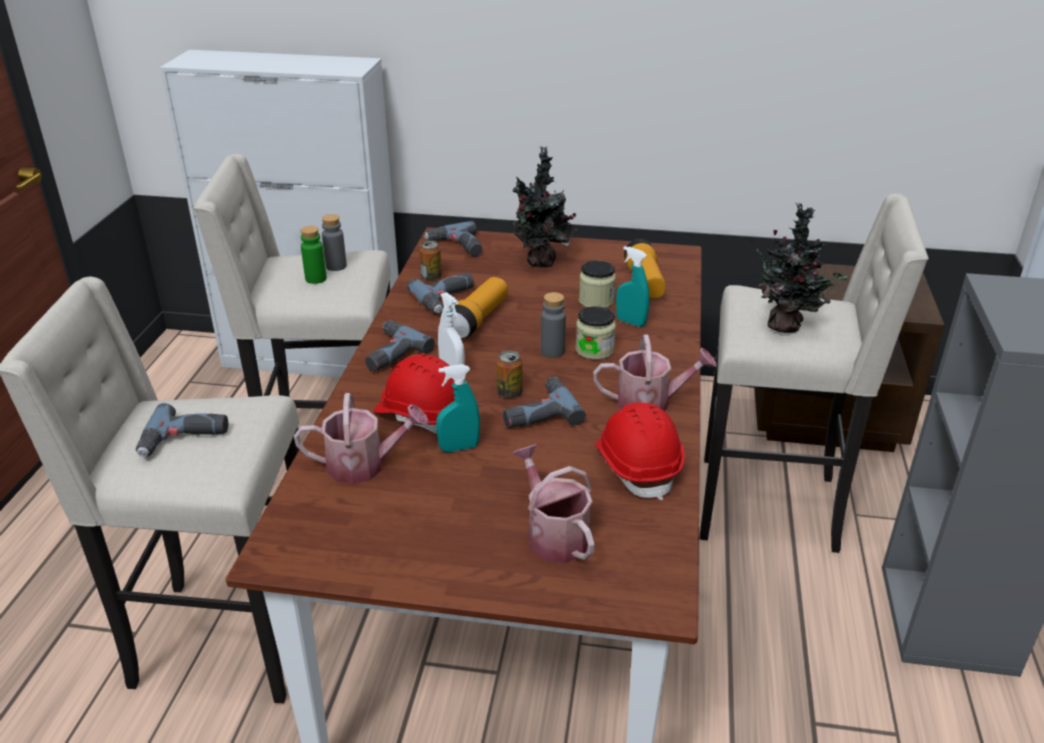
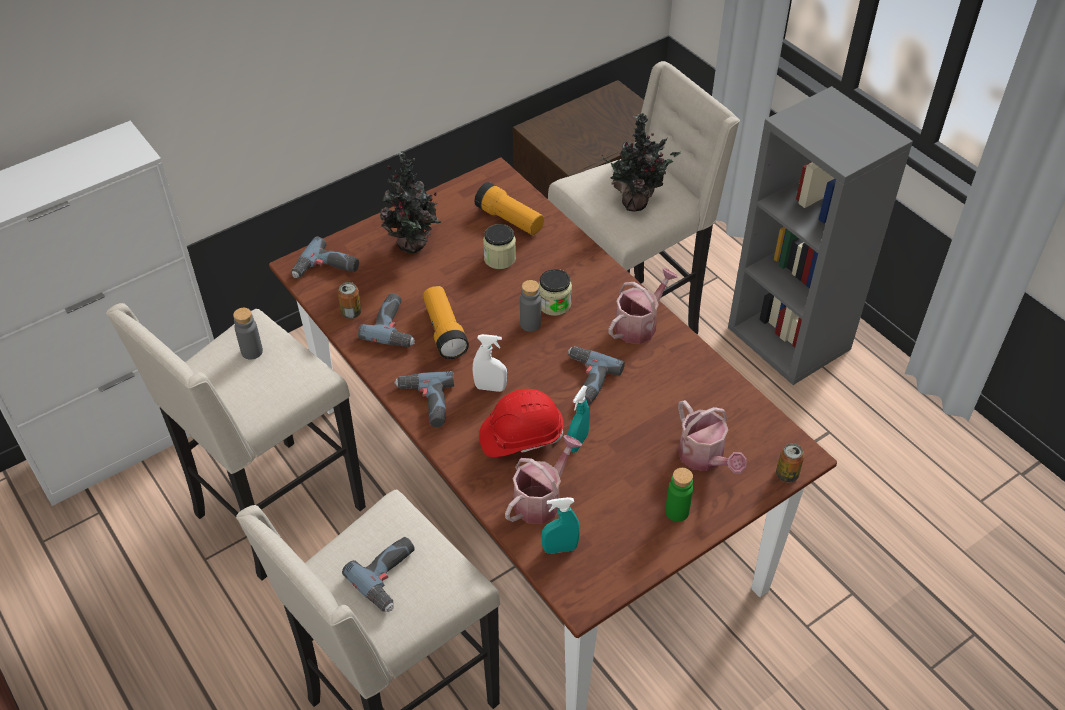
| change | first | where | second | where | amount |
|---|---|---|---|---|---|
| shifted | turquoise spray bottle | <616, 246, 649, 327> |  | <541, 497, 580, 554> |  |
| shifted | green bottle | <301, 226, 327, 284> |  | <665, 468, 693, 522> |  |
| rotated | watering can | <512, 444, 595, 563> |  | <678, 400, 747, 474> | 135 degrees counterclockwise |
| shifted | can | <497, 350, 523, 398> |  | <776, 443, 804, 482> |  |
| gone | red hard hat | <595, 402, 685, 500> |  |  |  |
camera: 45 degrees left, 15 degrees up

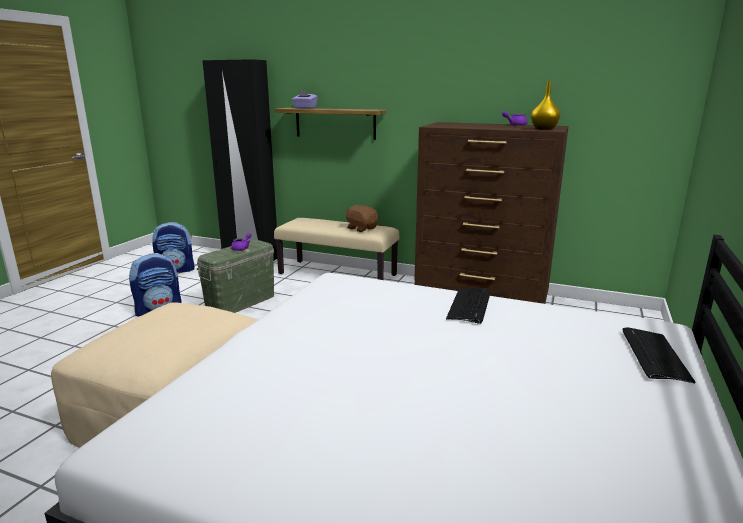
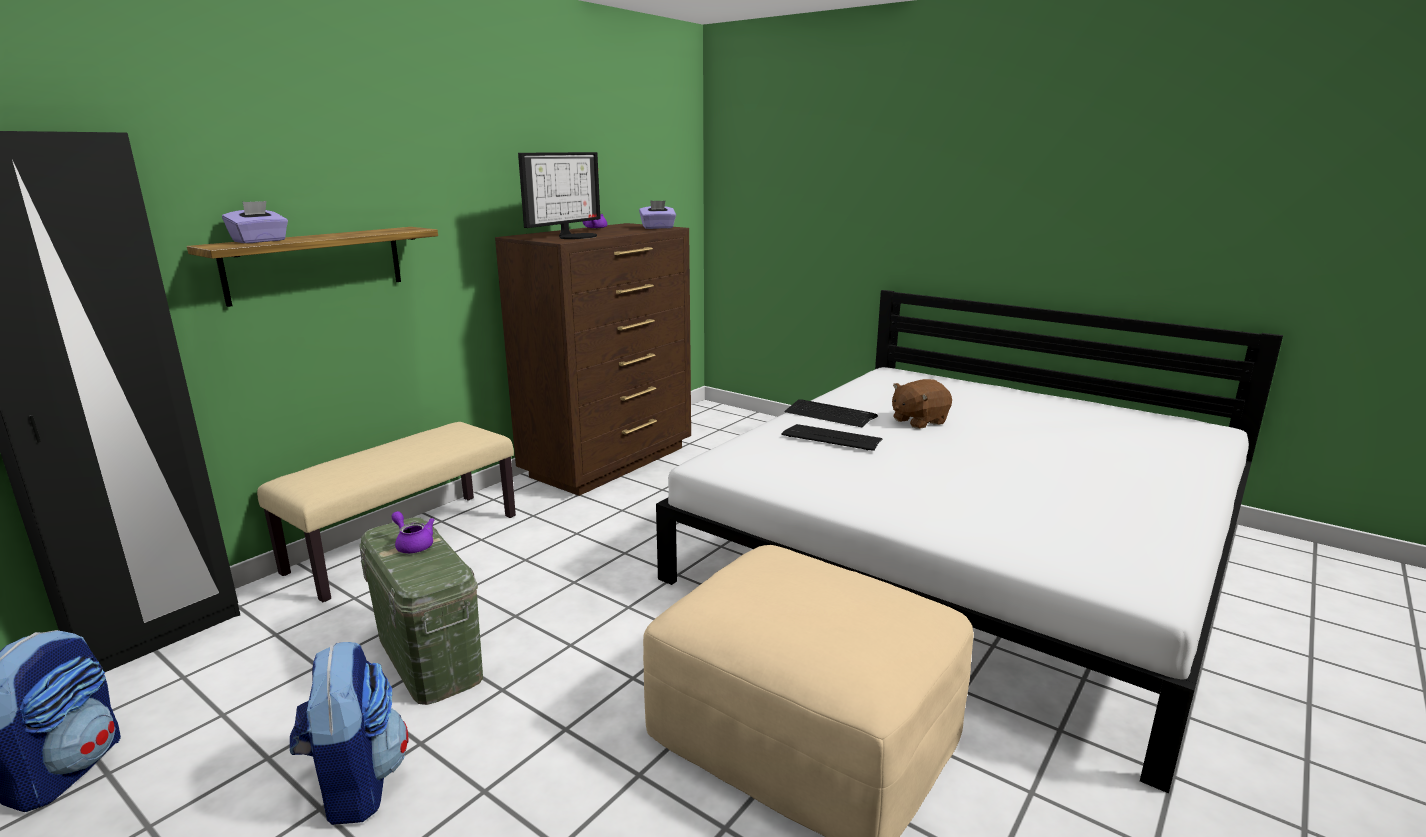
| change | first | where | second | where | amount |
|---|---|---|---|---|---|
| new |  |  | monitor | <518, 152, 600, 239> |  |
| swapped | yellow vase | <531, 82, 561, 130> | purple tissue box | <639, 200, 676, 229> |  |
| shifted | keyboard | <622, 327, 696, 383> |  | <781, 424, 883, 451> |  |
| shifted | brown plush toy | <345, 205, 378, 232> |  | <892, 379, 952, 429> |  |
camera: 75 degrees left, 0 degrees up

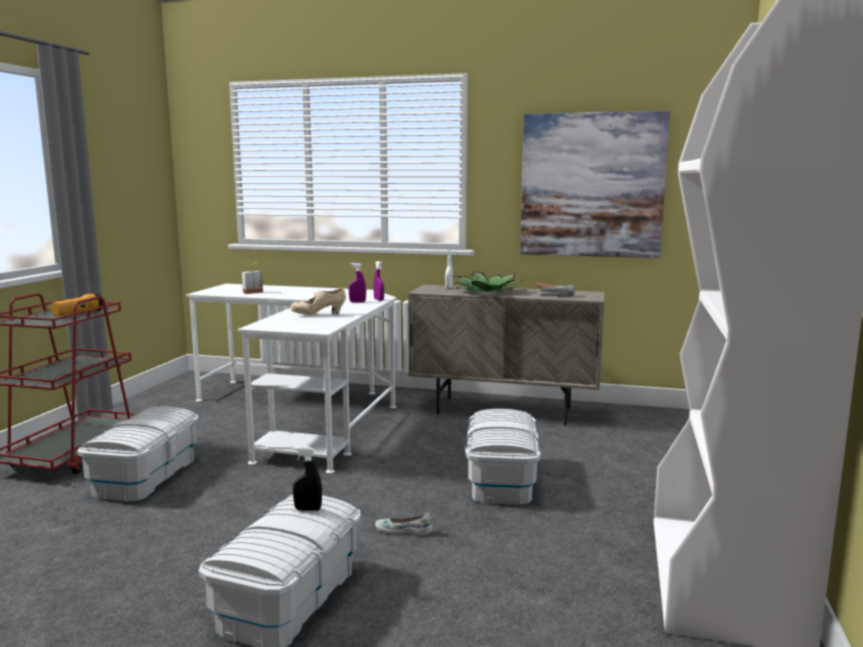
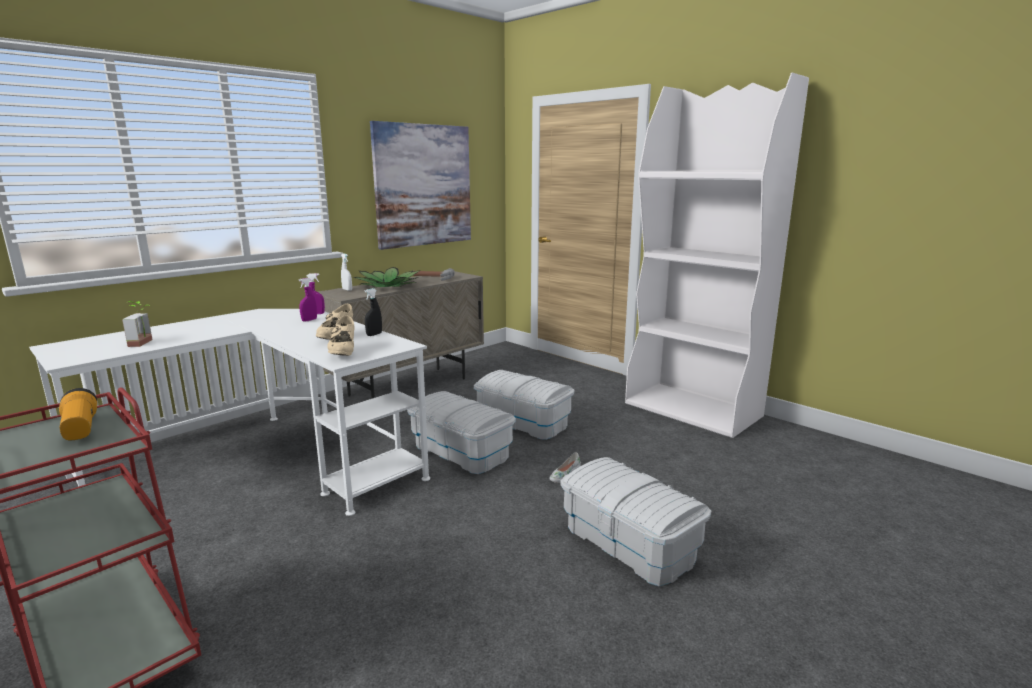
| change | first | where | second | where | amount |
|---|---|---|---|---|---|
| new |  |  | beige shoe | <327, 315, 355, 356> |  |
| shifted | black spray bottle | <293, 447, 322, 511> |  | <365, 288, 382, 336> |  |
| shifted | white storage box | <77, 407, 198, 502> |  | <407, 391, 516, 474> |  |
camera: 60 degrees left, 5 degrees up

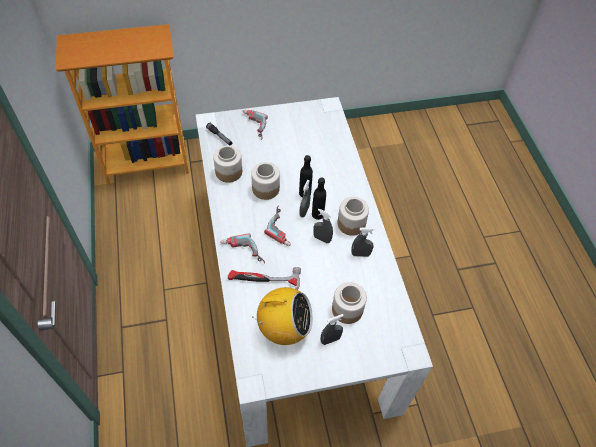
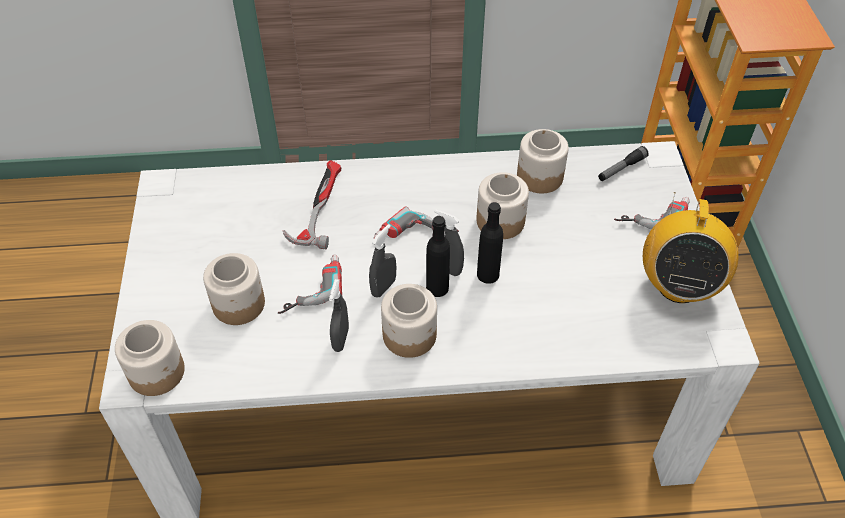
| change | first | where | second | where | amount |
|---|---|---|---|---|---|
| new |  |  | jar | <115, 320, 185, 396> |  |
| shifted | power drill | <220, 234, 265, 264> |  | <278, 254, 342, 314> |  |
| shifted | radio | <252, 287, 313, 345> |  | <643, 192, 739, 303> |  |
| gone | grey spray bottle | <321, 314, 344, 345> |  |  |  |
camera: 100 degrees right, 5 degrees down

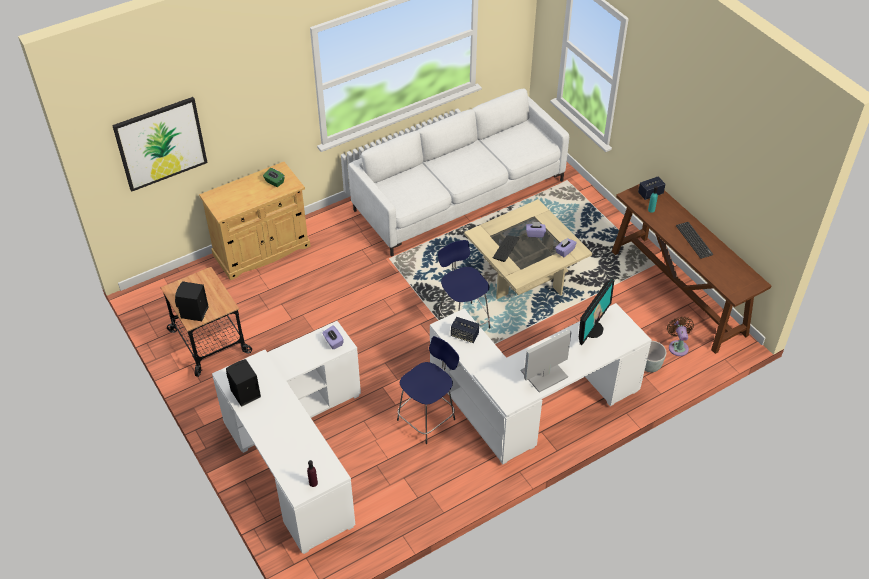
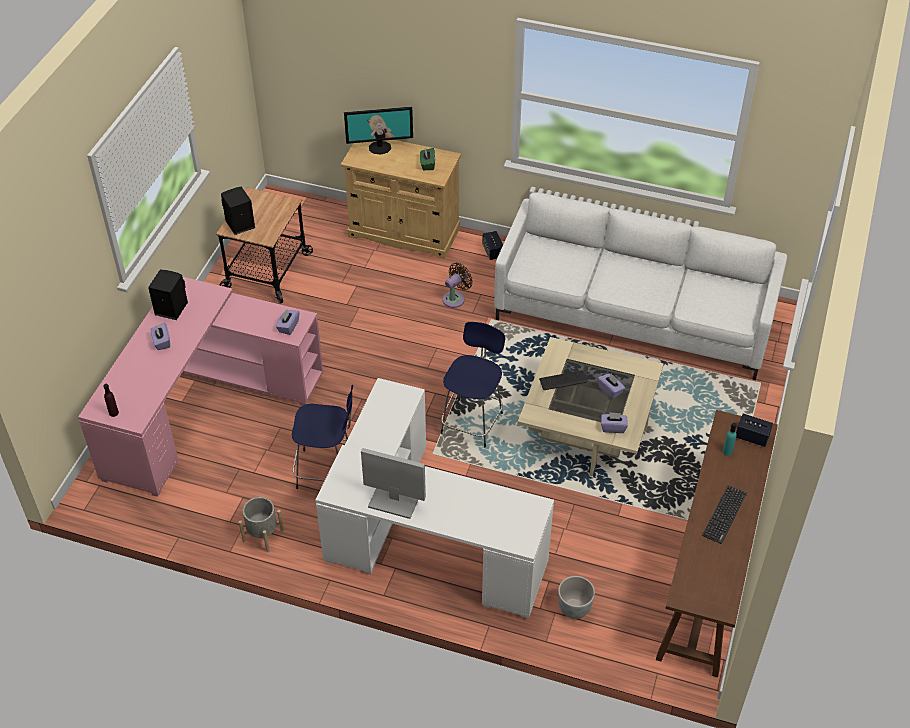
| change | first | where | second | where | amount |
|---|---|---|---|---|---|
| repainted | white desk | <212, 321, 361, 554> | pink desk | <78, 277, 323, 497> |  |
| new |  |  | purple tissue box | <151, 323, 170, 350> |  |
| new |  |  | grey planter | <239, 497, 284, 552> |  |
| shifted | monitor | <579, 278, 615, 345> |  | <344, 107, 413, 155> |  |
| shifted | brown fan | <667, 317, 694, 356> |  | <443, 263, 473, 308> |  |
| shifted | speaker | <451, 317, 479, 343> |  | <482, 231, 503, 260> |  |
| gone | picture | <112, 97, 208, 192> |  |  |  |
camera: 50 degrees right, 0 degrees up

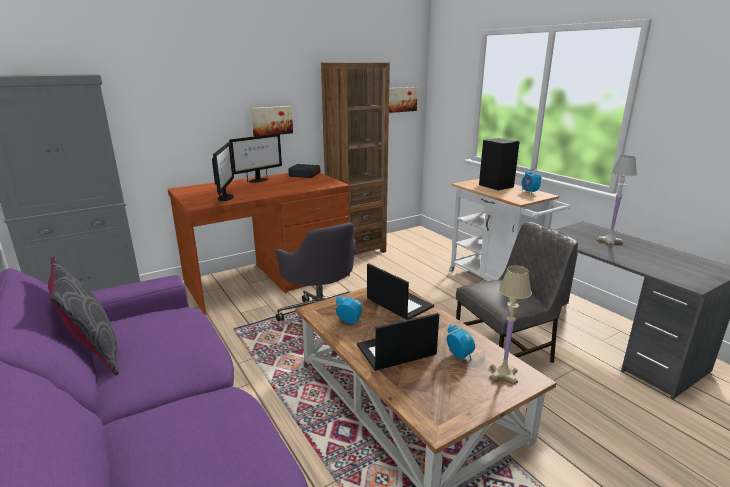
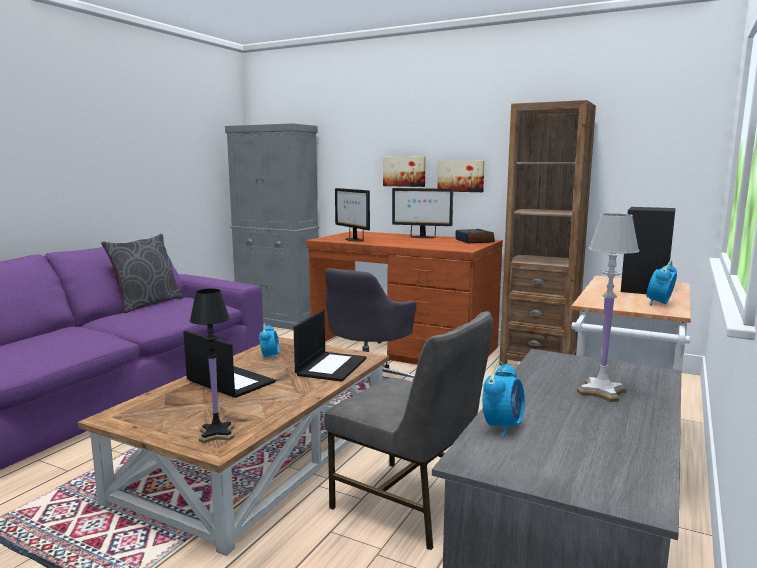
| change | first | where | second | where | amount |
|---|---|---|---|---|---|
| repainted | beige table lamp | <490, 266, 532, 385> | black table lamp | <189, 289, 235, 443> |  |
| rotated | monitor | <212, 142, 234, 202> |  | <335, 188, 370, 241> | 90 degrees clockwise |
| shifted | picture | <389, 87, 418, 113> |  | <383, 156, 426, 187> |  |
| shifted | alarm clock | <447, 324, 475, 361> |  | <482, 360, 525, 437> |  |
camera: 60 degrees right, 10 degrees down

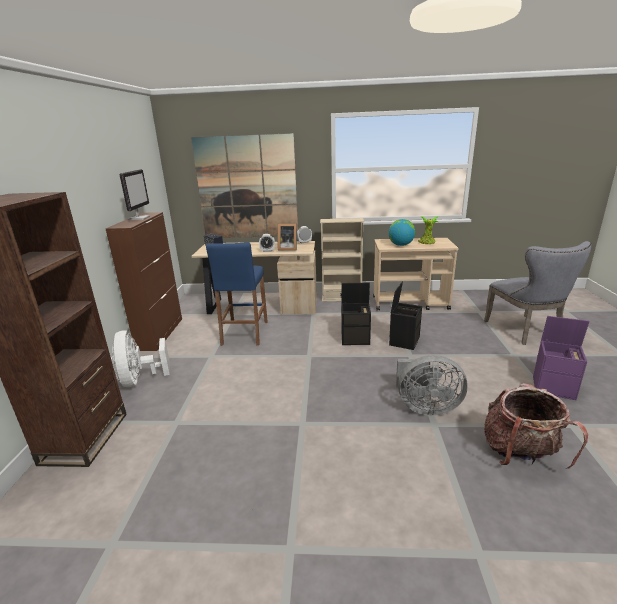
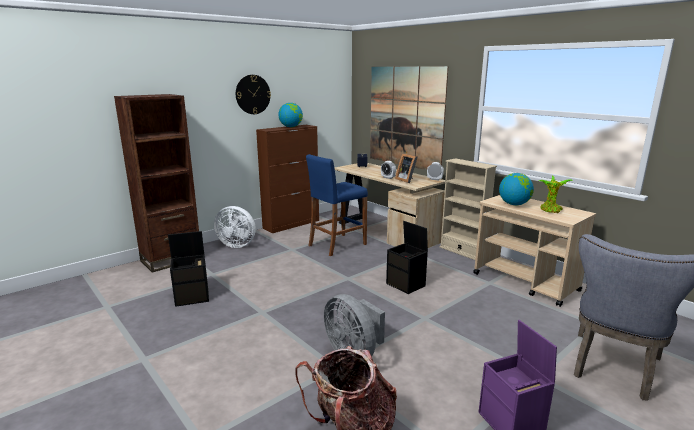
| change | first | where | second | where | amount |
|---|---|---|---|---|---|
| shifted | black storage box | <389, 281, 422, 350> |  | <168, 231, 209, 307> |  |
| rotated | white fan | <112, 330, 170, 387> |  | <214, 206, 256, 248> | 105 degrees counterclockwise |
| new |  |  | wall clock | <236, 75, 271, 114> |  |
| swapped | monitor | <119, 169, 150, 220> | globe | <278, 103, 303, 127> |  |
camera: 45 degrees right, 5 degrees down

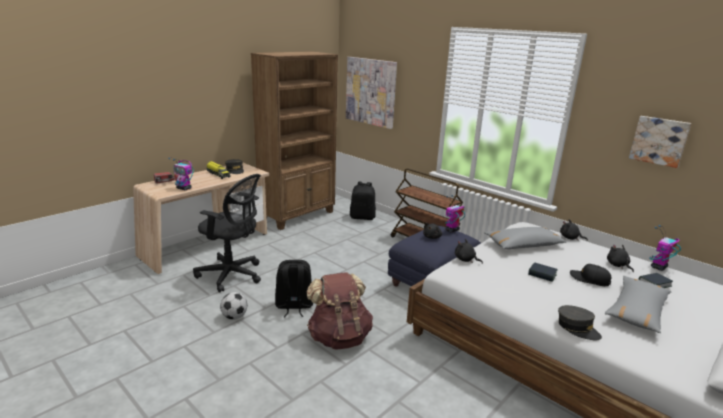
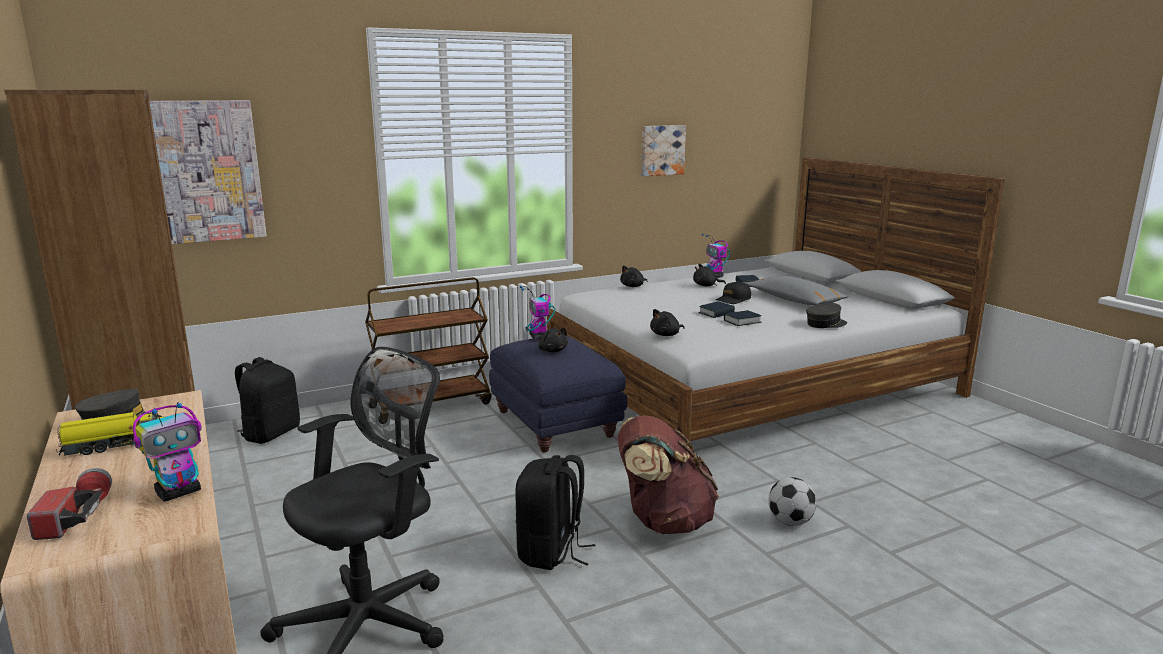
| change | first | where | second | where | amount |
|---|---|---|---|---|---|
| new |  |  | book | <724, 310, 762, 326> |  |
| shifted | football | <220, 292, 247, 320> |  | <768, 477, 816, 526> |  |
| gone | grey pillow | <484, 227, 566, 249> |  |  |  |
camera: 70 degrees left, 5 degrees down

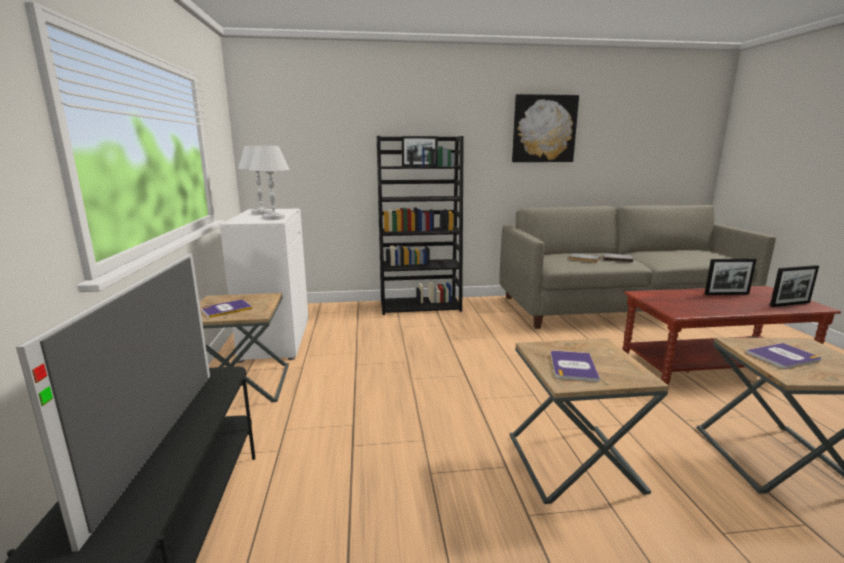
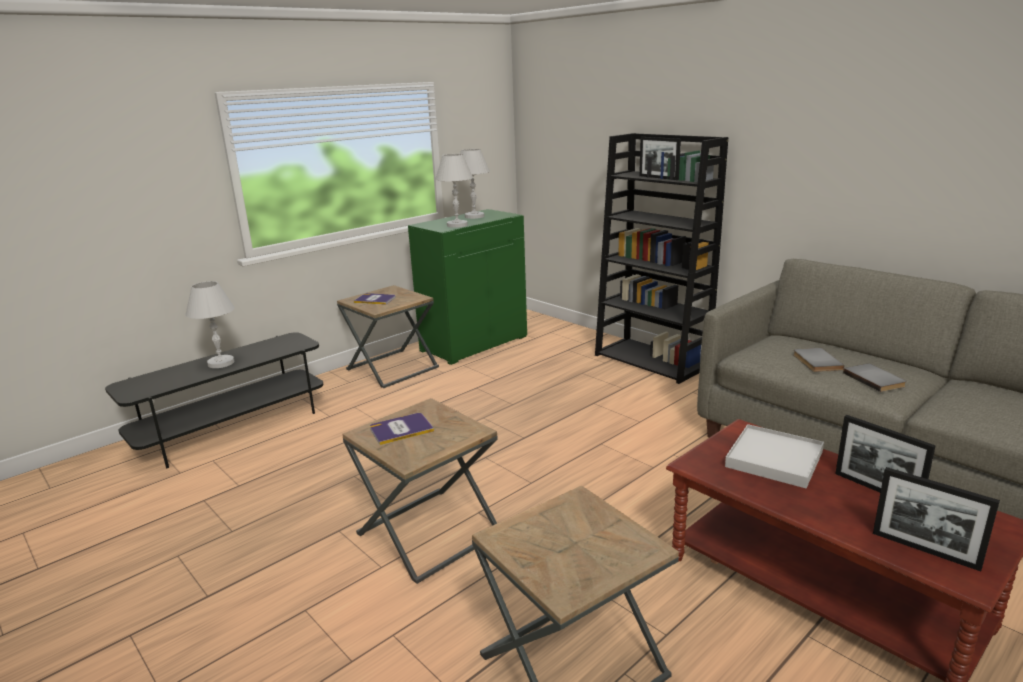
| change | first | where | second | where | amount |
|---|---|---|---|---|---|
| swapped | television | <16, 253, 210, 552> | white table lamp | <186, 281, 234, 368> |  |
| repainted | white cabinet | <220, 209, 309, 363> | green cabinet | <408, 209, 527, 365> |  |
| new |  |  | white tray | <725, 424, 824, 489> |  |
| gone | picture | <512, 94, 579, 162> |  |  |  |
| gone | book | <746, 343, 821, 369> |  |  |  |
camera: 55 degrees right, 5 degrees up

